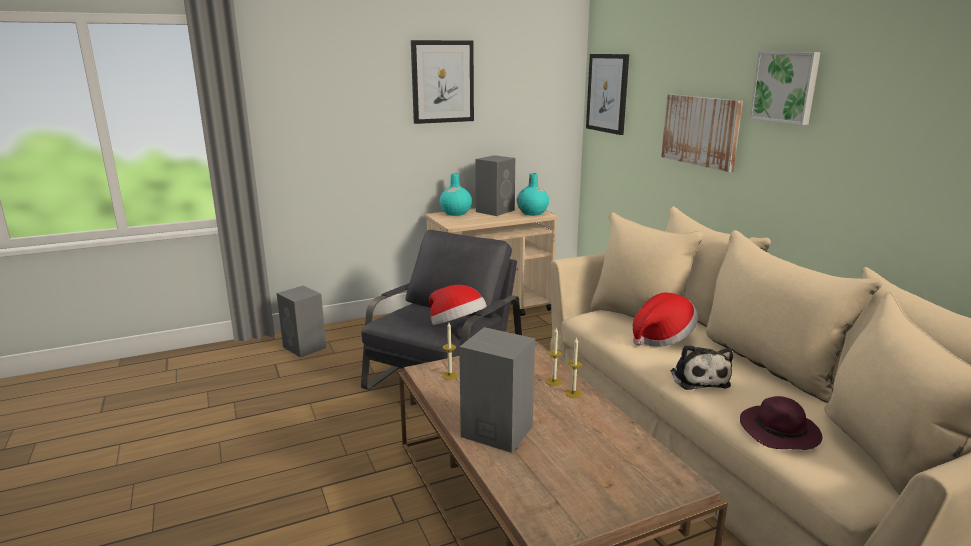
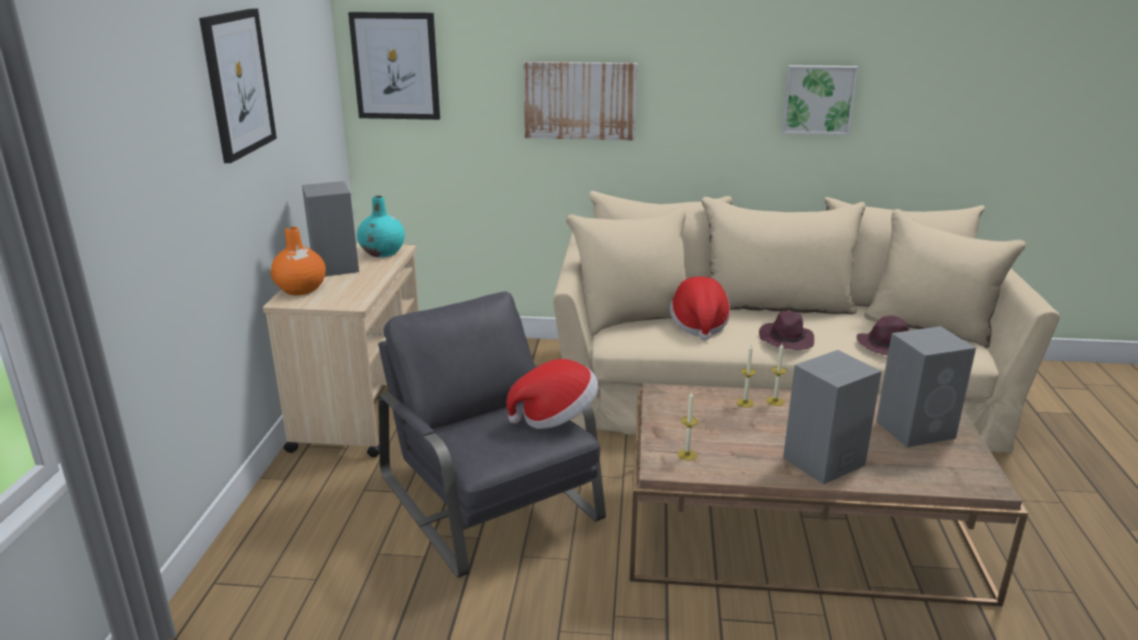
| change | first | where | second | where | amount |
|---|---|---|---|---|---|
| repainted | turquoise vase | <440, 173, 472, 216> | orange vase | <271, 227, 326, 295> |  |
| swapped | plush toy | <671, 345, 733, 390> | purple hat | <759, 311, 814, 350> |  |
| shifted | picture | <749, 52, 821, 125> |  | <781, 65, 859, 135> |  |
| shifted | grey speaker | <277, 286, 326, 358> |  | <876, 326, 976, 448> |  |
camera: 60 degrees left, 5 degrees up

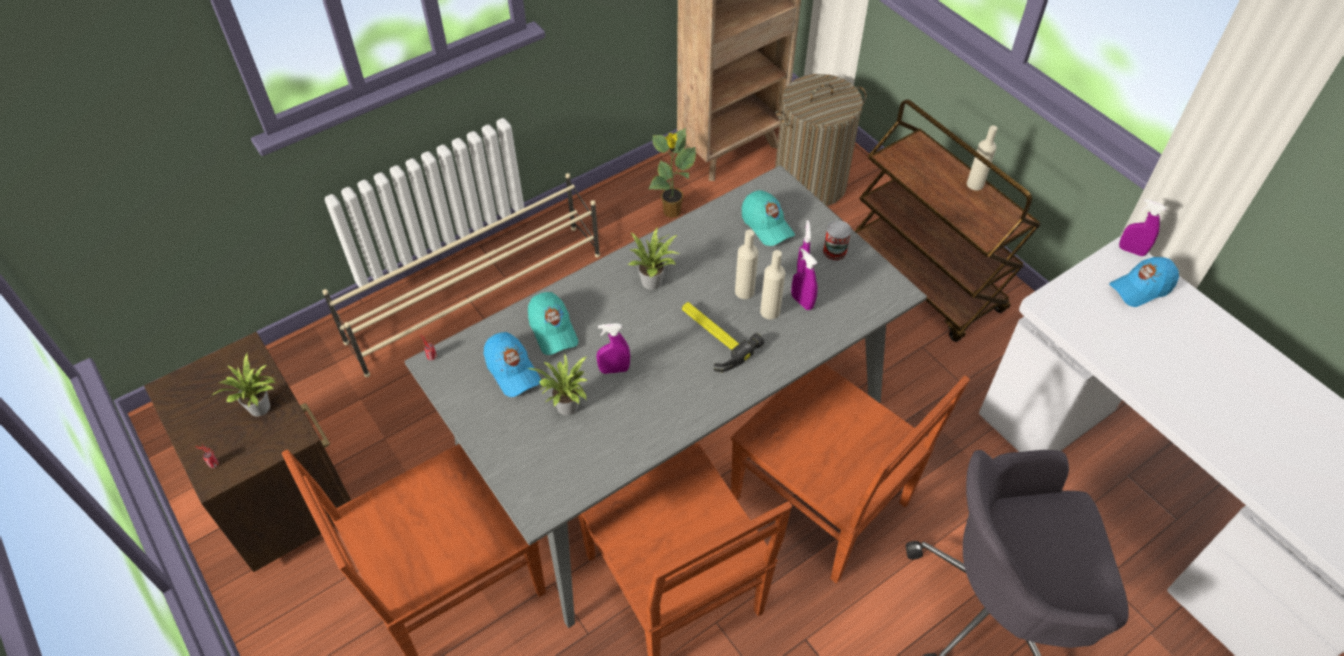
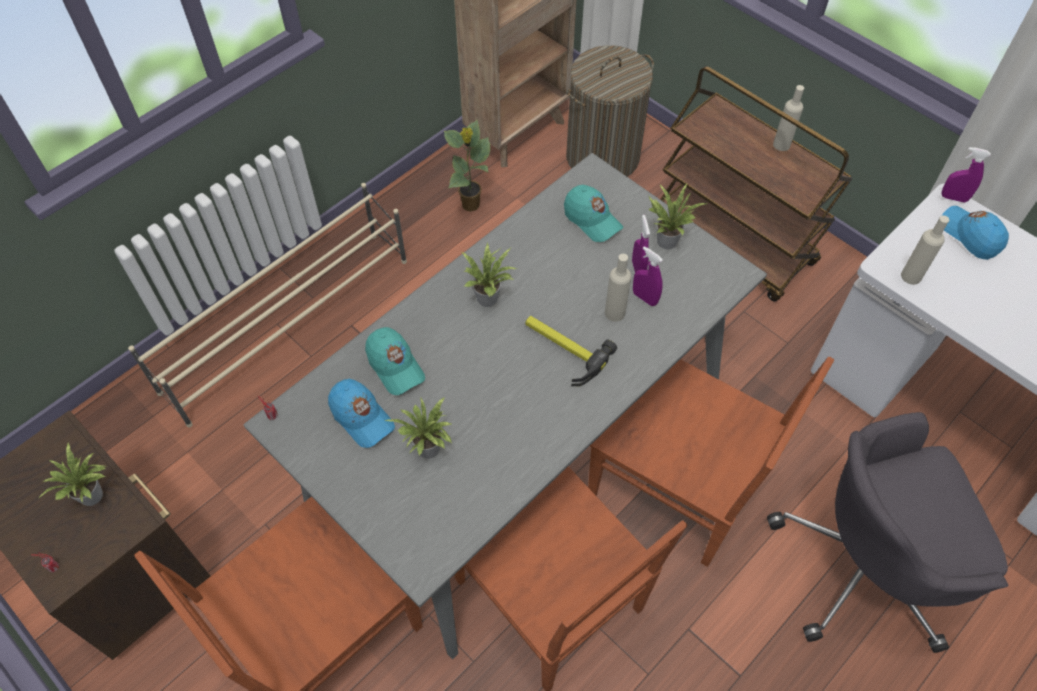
| change | first | where | second | where | amount |
|---|---|---|---|---|---|
| swapped | can | <823, 220, 852, 261> | potted plant | <649, 184, 709, 249> |  |
| shifted | beige bottle | <735, 230, 758, 299> |  | <901, 215, 949, 285> |  |
| rotated | blue cap | <1109, 257, 1179, 307> |  | <942, 206, 1009, 260> | 90 degrees clockwise |
| gone | purple spray bottle | <597, 323, 630, 374> |  |  |  |
camera: 10 degrees left, 5 degrees up

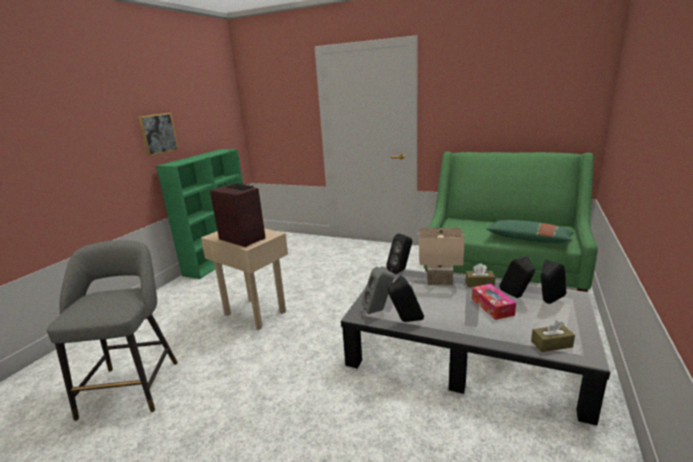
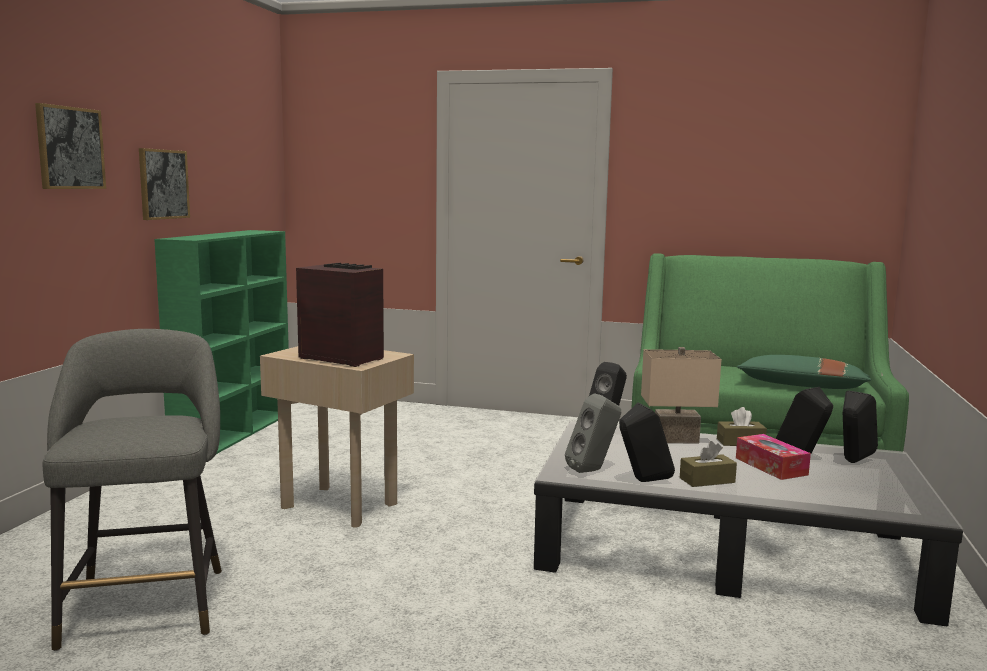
| change | first | where | second | where | amount |
|---|---|---|---|---|---|
| new |  |  | picture | <35, 103, 106, 189> |  |
| shifted | brown tissue box | <531, 320, 575, 352> |  | <680, 441, 737, 487> |  |
camera: 10 degrees left, 10 degrees down

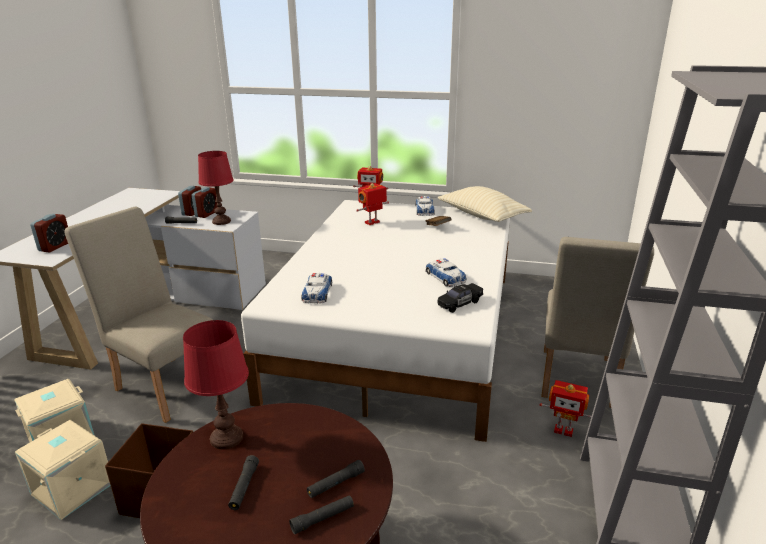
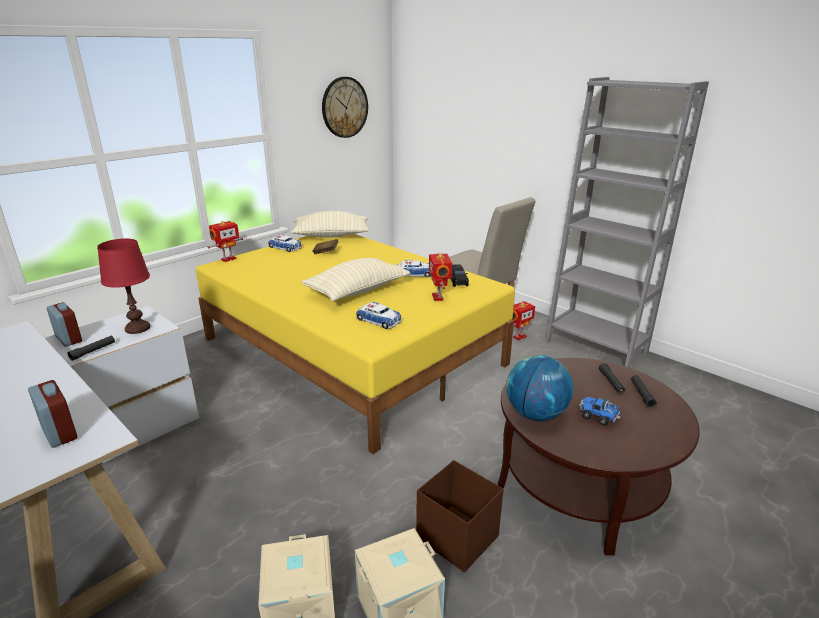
| change | first | where | second | where | amount |
|---|---|---|---|---|---|
| repainted | white bed | <241, 200, 510, 442> | yellow bed | <196, 234, 515, 454> |  |
| new |  |  | beige pillow | <301, 258, 410, 301> |  |
| new |  |  | wall clock | <322, 77, 368, 138> |  |
| shifted | toy robot | <356, 183, 389, 225> |  | <429, 253, 452, 301> |  |
| swapped | red table lamp | <183, 320, 249, 449> | globe | <506, 355, 573, 421> |  |
| swapped | black flashlight | <228, 455, 259, 510> | toy truck | <579, 397, 620, 426> |  |
| gone | beige chair | <65, 206, 213, 423> |  |  |  |
| gone | alarm clock | <192, 187, 218, 218> |  |  |  |
camera: 60 degrees left, 0 degrees up

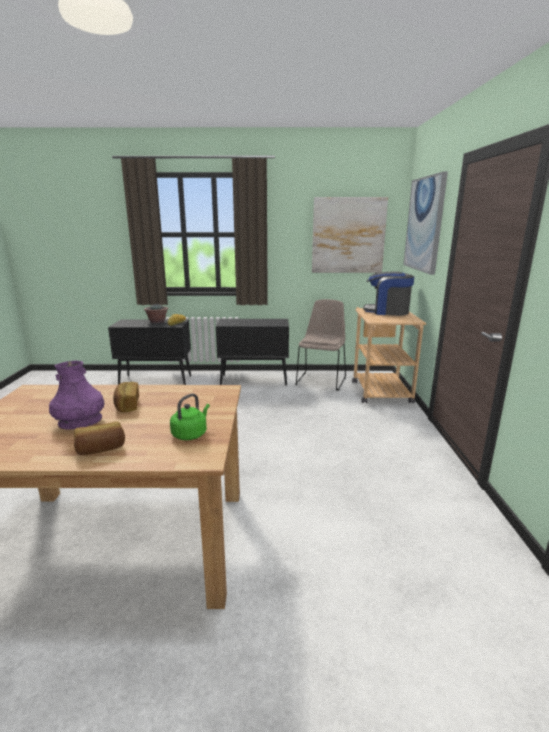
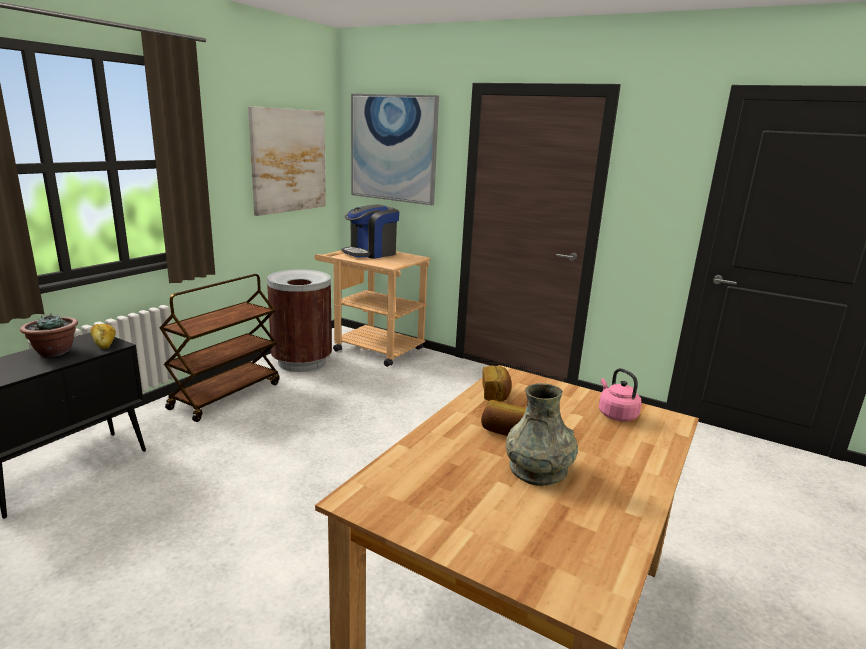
| change | first | where | second | where | amount |
|---|---|---|---|---|---|
| swapped | black cabinet | <216, 319, 289, 386> | brown cart | <160, 274, 280, 422> |  |
| swapped | beige chair | <296, 299, 346, 391> | brown trash can | <267, 269, 332, 372> |  |
| shifted | bread | <74, 422, 125, 455> |  | <482, 365, 512, 402> |  |
| repainted | purple vase | <49, 361, 104, 430> | grey vase | <506, 383, 578, 486> |  |
| repainted | green kettle | <170, 393, 210, 440> | pink kettle | <599, 368, 642, 422> |  |
camera: 60 degrees left, 0 degrees up

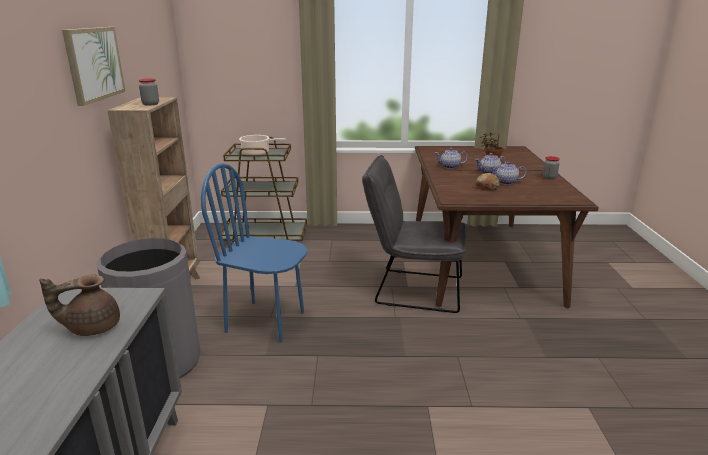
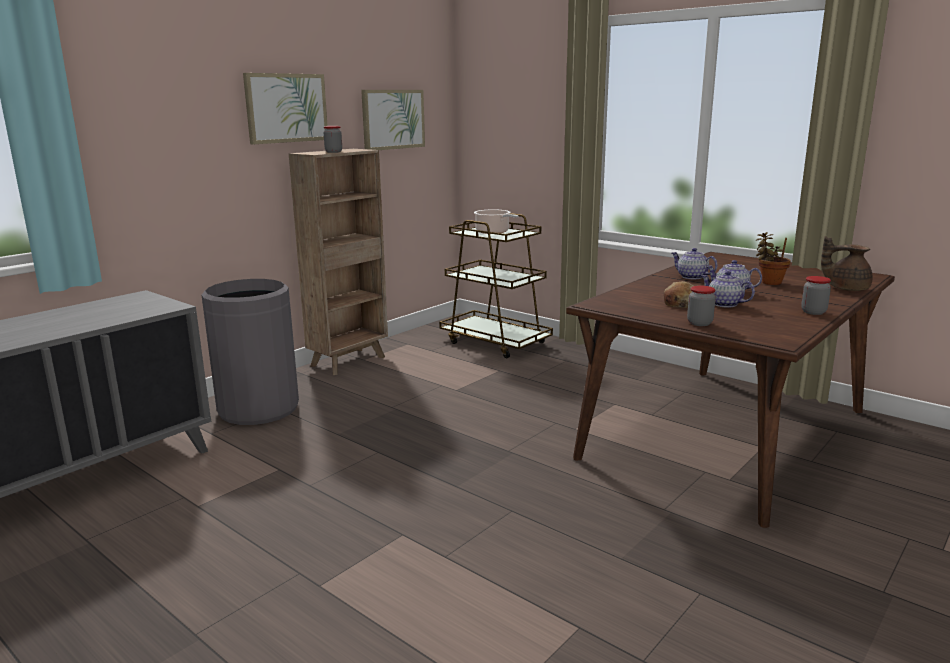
| change | first | where | second | where | amount |
|---|---|---|---|---|---|
| new |  |  | picture | <361, 90, 425, 150> |  |
| new |  |  | jar | <687, 285, 716, 326> |  |
| shifted | brown teapot | <39, 274, 120, 336> |  | <821, 236, 873, 291> |  |
| gone | blue chair | <201, 163, 308, 343> |  |  |  |
| gone | grey chair | <362, 155, 467, 313> |  |  |  |
camera: 40 degrees right, 5 degrees down

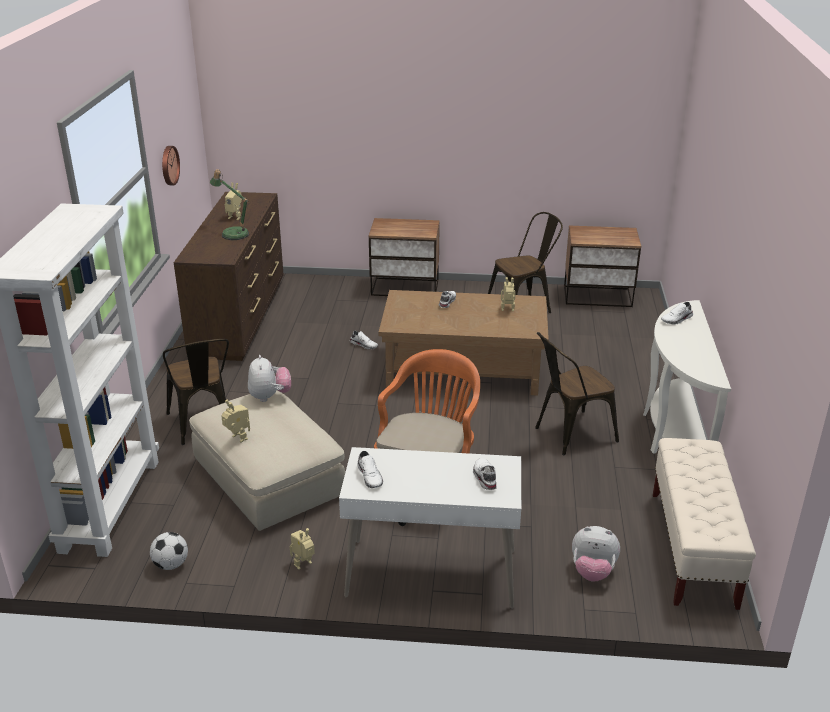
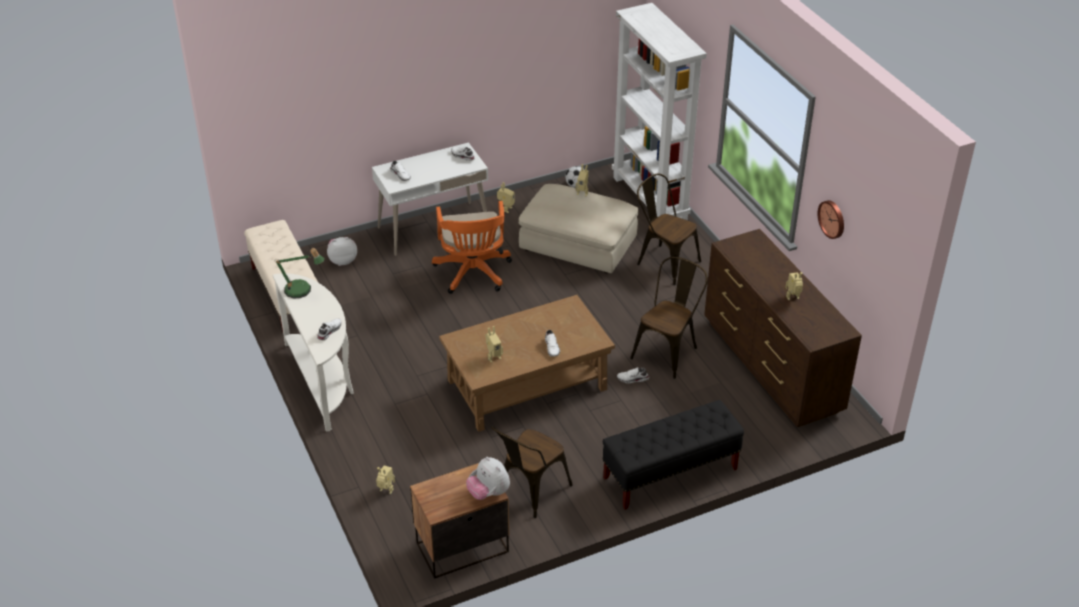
| change | first | where | second | where | amount |
|---|---|---|---|---|---|
| shifted | table lamp | <210, 169, 249, 240> |  | <276, 248, 325, 299> |  |
| new |  |  | toy robot | <376, 466, 395, 494> |  |
| shifted | plush toy | <248, 355, 291, 402> |  | <466, 457, 510, 500> |  |
| swapped | nightstand | <368, 218, 440, 296> | black bench | <603, 400, 744, 510> |  |
| shifted | brown chair | <535, 332, 619, 455> |  | <630, 257, 708, 379> |  |
camera: 150 degrees right, 10 degrees up

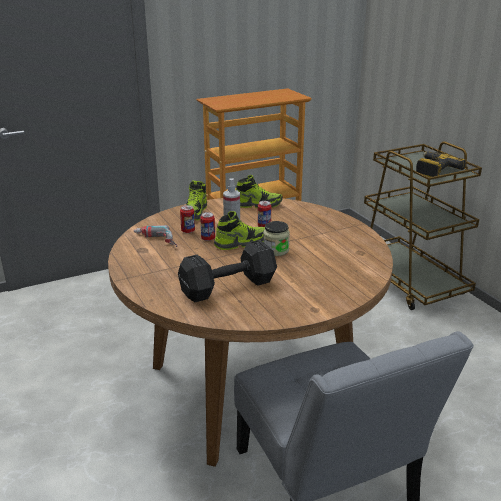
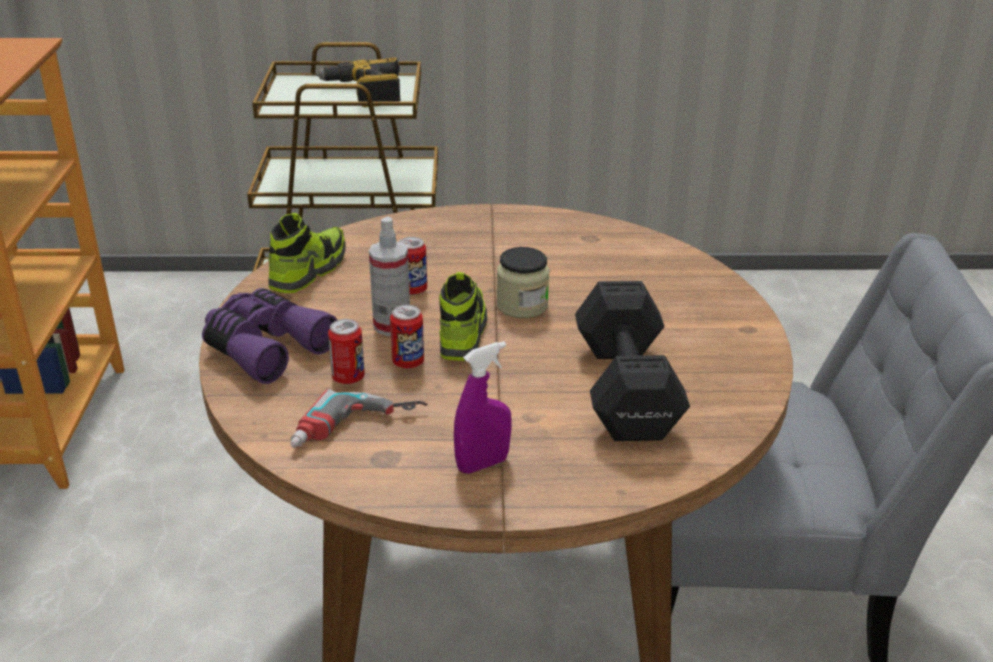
| change | first | where | second | where | amount |
|---|---|---|---|---|---|
| swapped | shoe | <186, 180, 207, 220> | purple binoculars | <202, 288, 337, 384> |  |
| new |  |  | purple spray bottle | <454, 341, 512, 474> |  |
camera: 65 degrees left, 5 degrees up

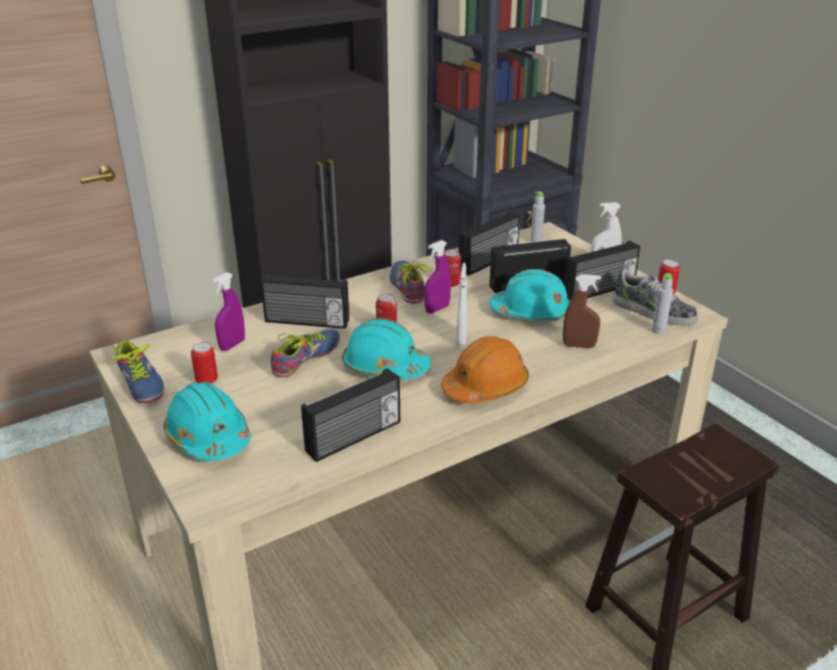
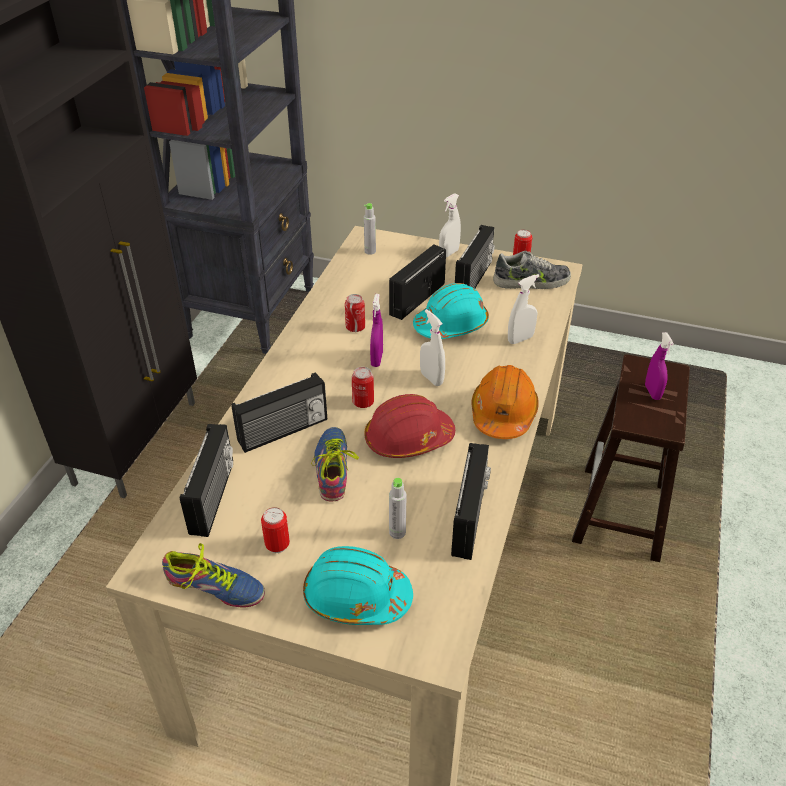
| change | first | where | second | where | amount |
|---|---|---|---|---|---|
| shifted | radio | <459, 212, 520, 276> |  | <180, 424, 233, 537> |  |
| repainted | turquoise hard hat | <342, 319, 431, 380> | red hard hat | <364, 394, 455, 458> |  |
| shifted | grey bottle | <652, 273, 673, 334> |  | <389, 478, 406, 539> |  |
| repainted | brown spray bottle | <563, 274, 601, 348> | white spray bottle | <508, 274, 539, 344> |  |
| shifted | purple spray bottle | <212, 272, 245, 351> |  | <645, 332, 674, 400> |  |
| gone | shoe | <390, 260, 431, 304> |  |  |  |
camera: 40 degrees left, 10 degrees up

